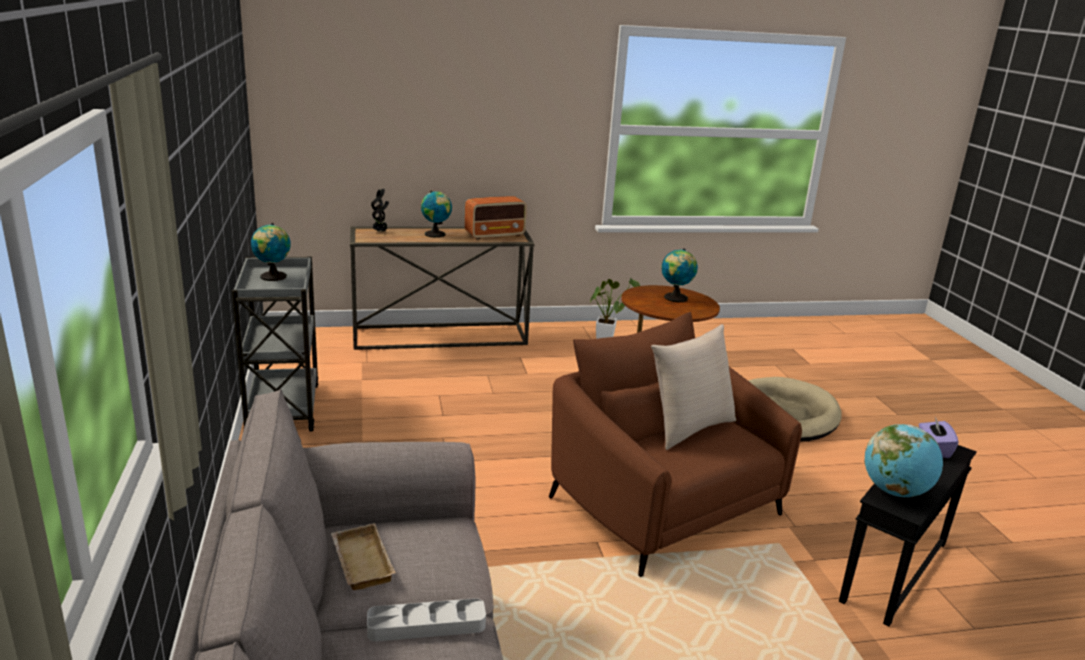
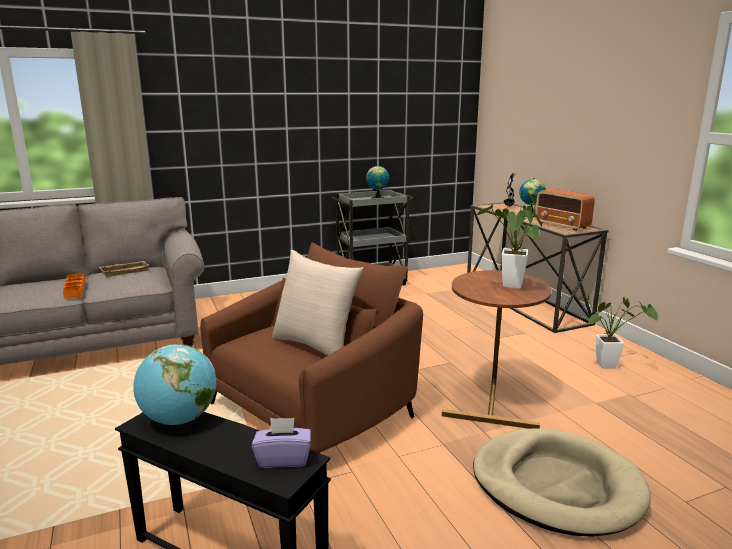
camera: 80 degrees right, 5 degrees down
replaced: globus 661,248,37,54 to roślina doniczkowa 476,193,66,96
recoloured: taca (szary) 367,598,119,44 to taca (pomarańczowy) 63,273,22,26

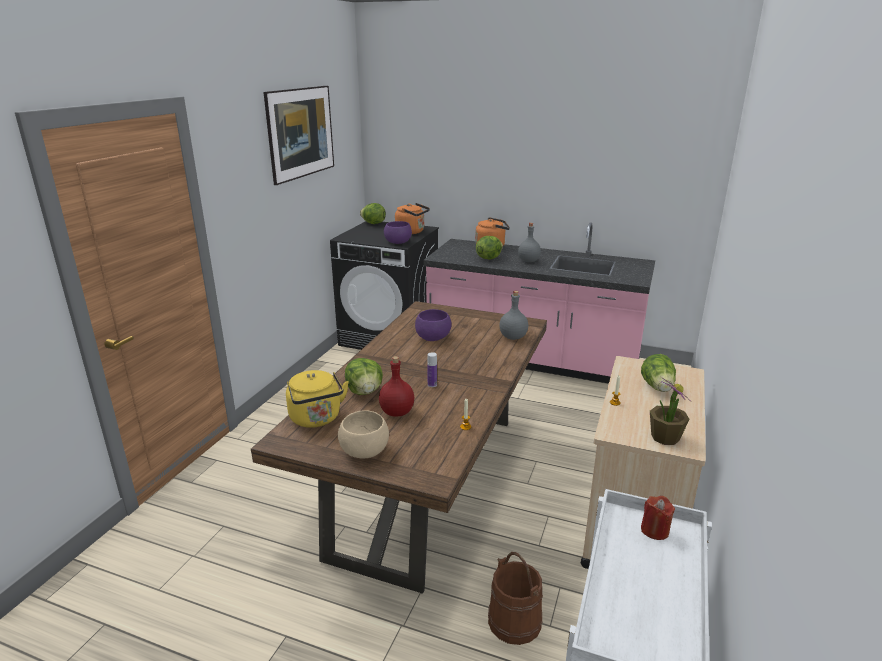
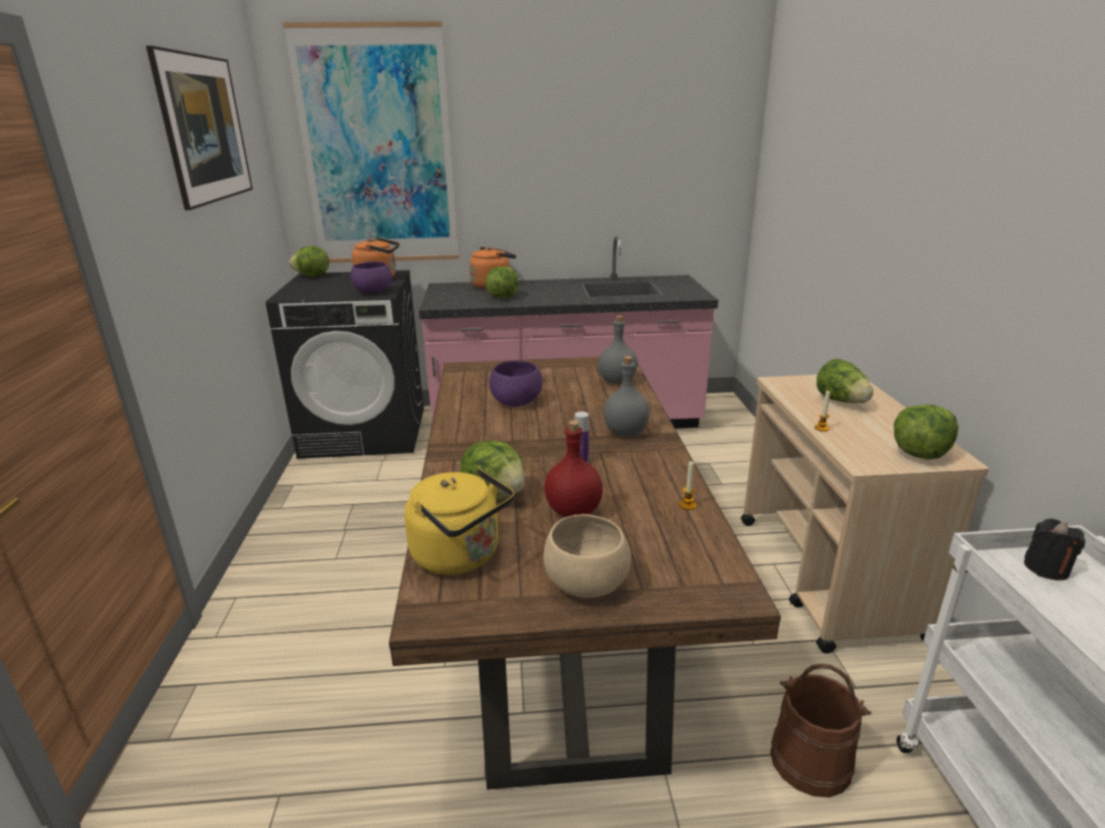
camera: 25 degrees left, 0 degrees up
added: obraz 283,21,176,242
moved: butelka (szary) 518,223,23,39 to 603,356,47,80
replaced: roślina doniczkowa 650,377,40,68 to sałata 894,404,65,56
recoloured: świeca (czerwony) 641,496,34,44 to świeca (czarny) 1024,518,61,62

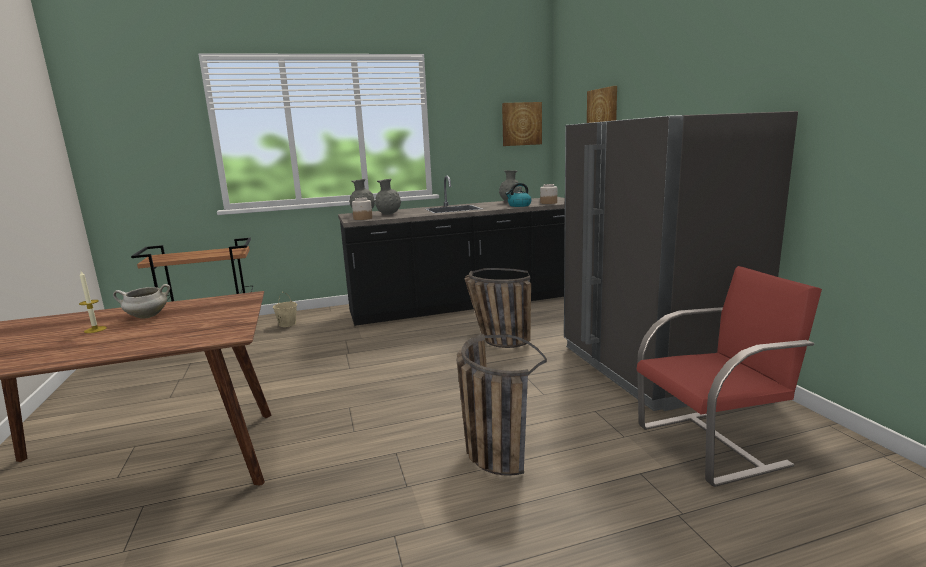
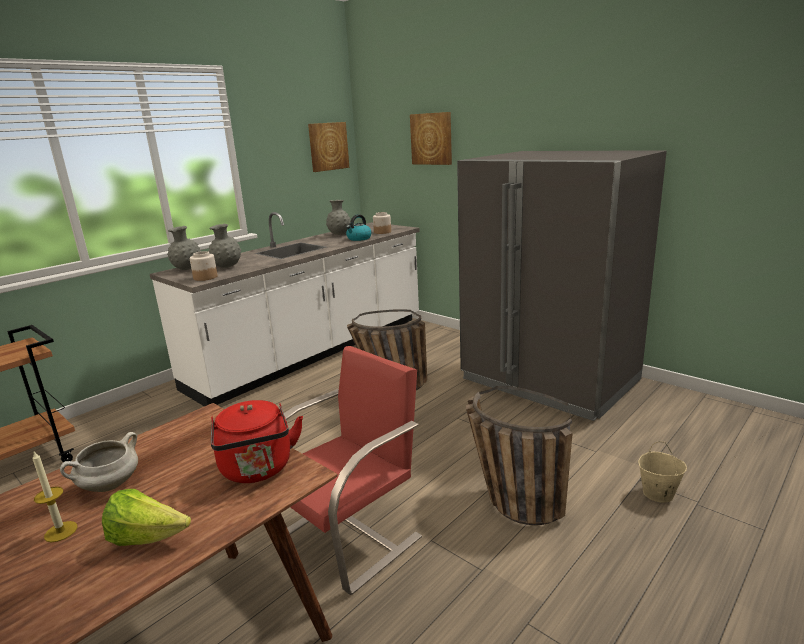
camera: 30 degrees left, 5 degrees up
added: sałata 102,489,89,57; czajnik (czerwony) 211,400,92,83
moved: wiadro (beżowy) 273,292,24,35 to 638,442,49,61; krzesło (czerwony) 637,266,185,221 to 284,346,138,249
recoloured: zabudowa kuchenna (czarny) 338,176,227,150 to zabudowa kuchenna (biały) 150,212,270,194

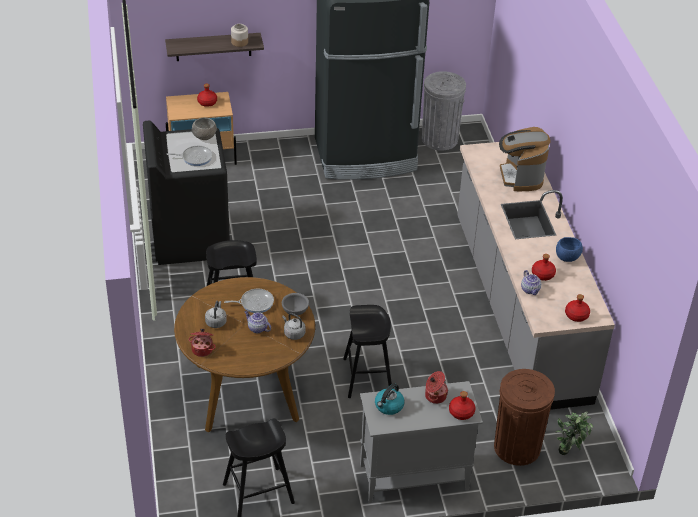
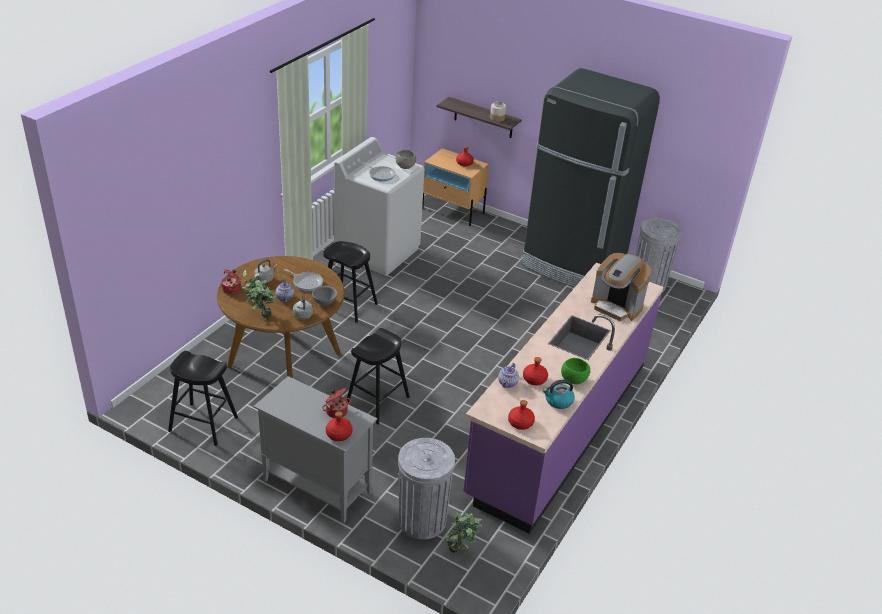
camera: 40 degrees right, 5 degrees down
added: roślina doniczkowa 242,270,34,48
moved: czajnik 375,383,29,32 to 543,379,32,30
recoloured: pralka (czarny) 143,121,87,144 to pralka (biały) 334,137,90,139; zabudowa kuchenna (szary) 457,142,158,268 to zabudowa kuchenna (fioletowy) 463,263,201,271; kosz na śmieci (brązowy) 494,369,61,97 to kosz na śmieci (szary) 397,438,58,101; miska (niebieski) 556,237,27,25 to miska (zielony) 561,358,29,26
turned: ekspres do kawy 499,127,51,64 = 591,253,60,68 90 degrees counterclockwise

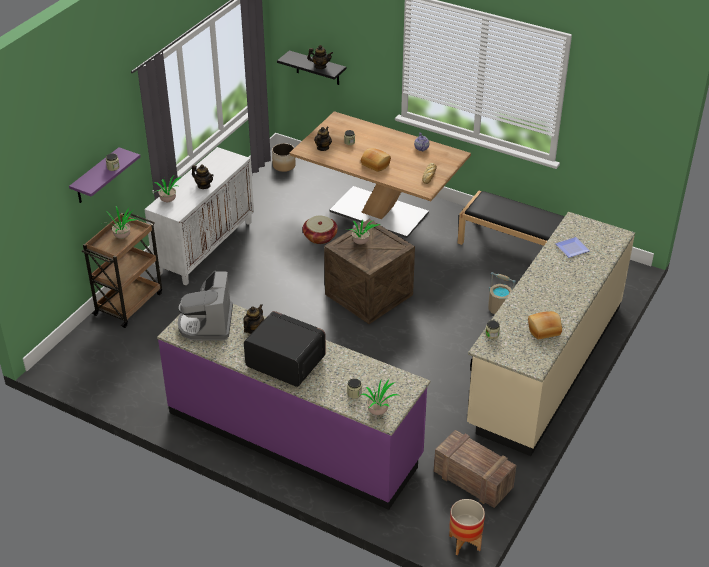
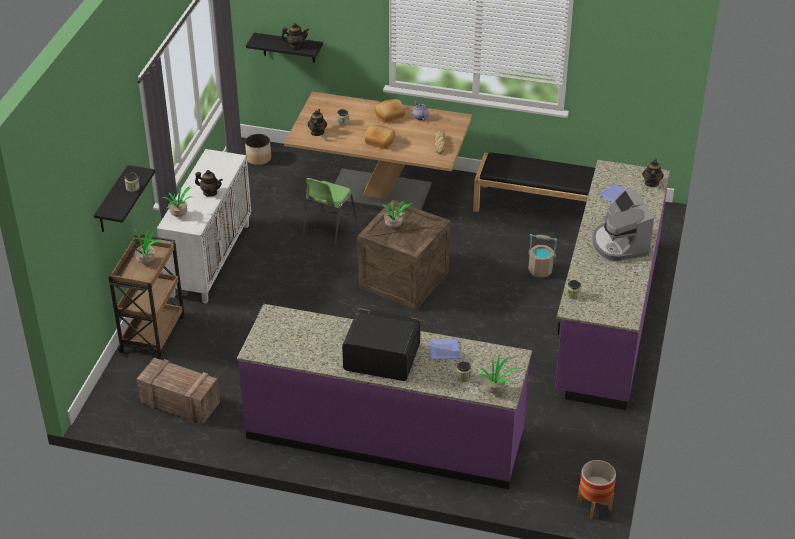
camera: 15 degrees left, 0 degrees up
added: talerz 429,338,31,22
moved: ekspres do kawy 178,271,55,70 to 593,190,61,71; imbryk 243,304,21,30 to 642,158,22,29; skrzynka 434,430,82,78 to 136,358,84,66; chleb 528,311,34,28 to 374,99,31,24
replaced: koszyk 303,216,35,28 to krzesło (zielony) 302,178,55,68
recoloured: półka (fioletowy) 69,147,72,56 to półka (czarny) 94,165,61,67; zabudowa kuchenna (beżowy) 467,212,168,244 to zabudowa kuchenna (fioletowy) 555,160,115,250

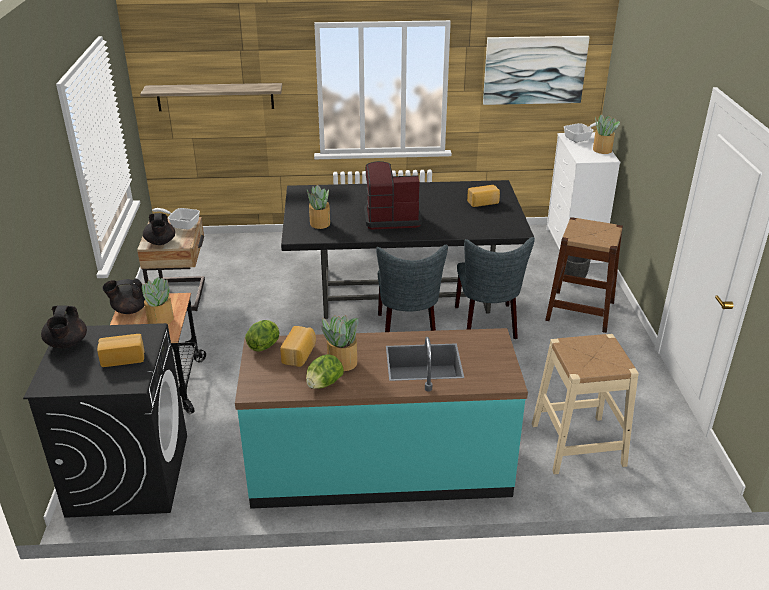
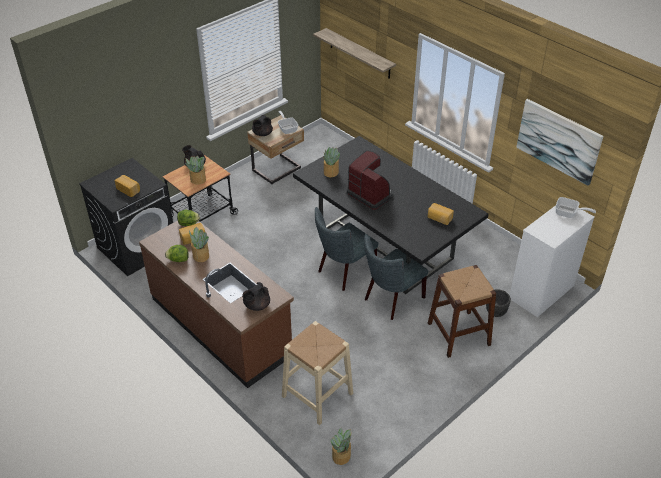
camera: 50 degrees right, 10 degrees up
moved: imbryk (czarny) 41,306,46,43 to 242,282,28,29; roślina doniczkowa 593,114,27,40 to 331,427,20,38
recoloured: zabudowa kuchenna (turkusowy) 235,328,293,181 to zabudowa kuchenna (brązowy) 139,221,155,167

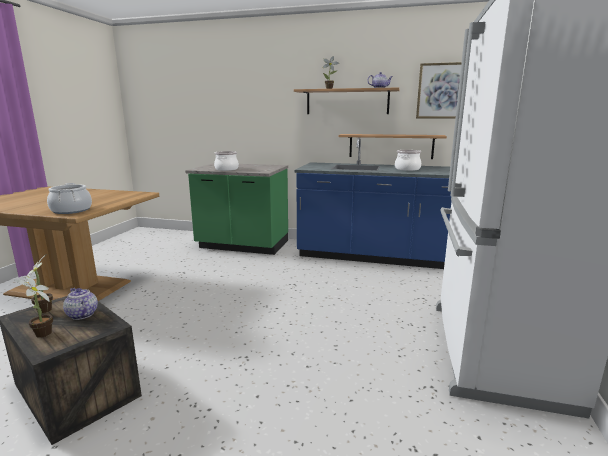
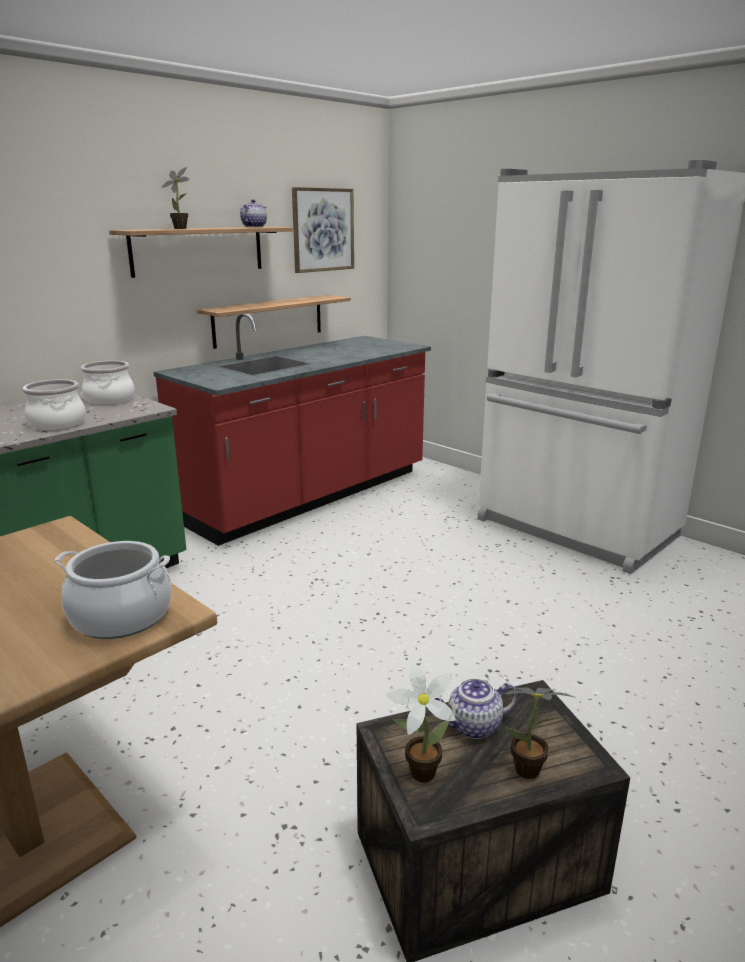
camera: 60 degrees left, 5 degrees up
moved: garnek 395,150,26,21 to 81,361,54,44
recoloured: zabudowa kuchenna (niebieski) 295,137,159,132 to zabudowa kuchenna (czerwony) 154,313,277,233

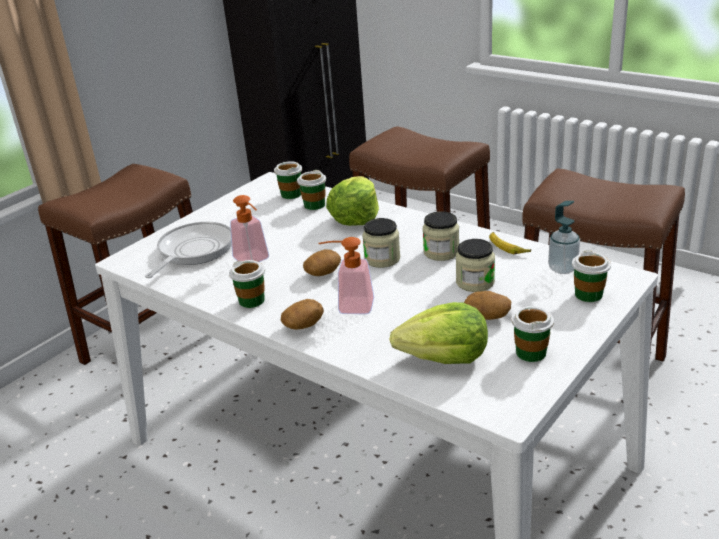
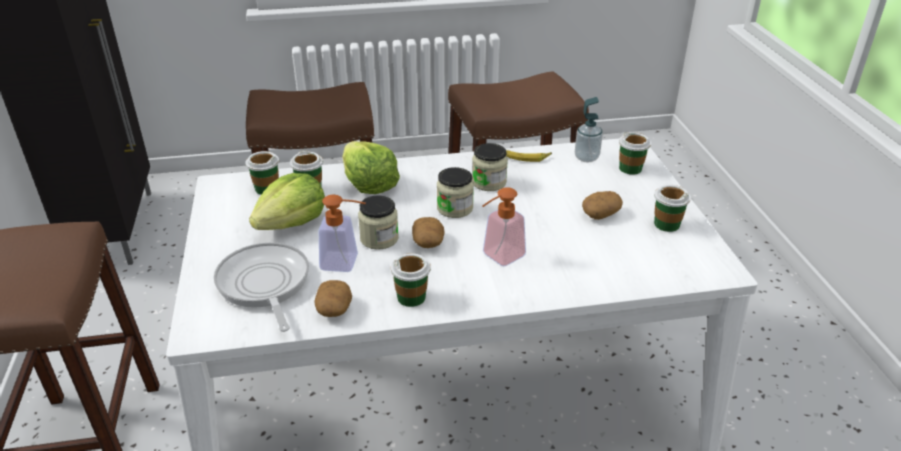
camera: 50 degrees left, 5 degrees up
moved: ziemniak 281,299,43,30 to 314,280,38,37; sałata 389,302,99,62 to 249,173,76,57; słoik 456,239,39,53 to 358,195,41,55

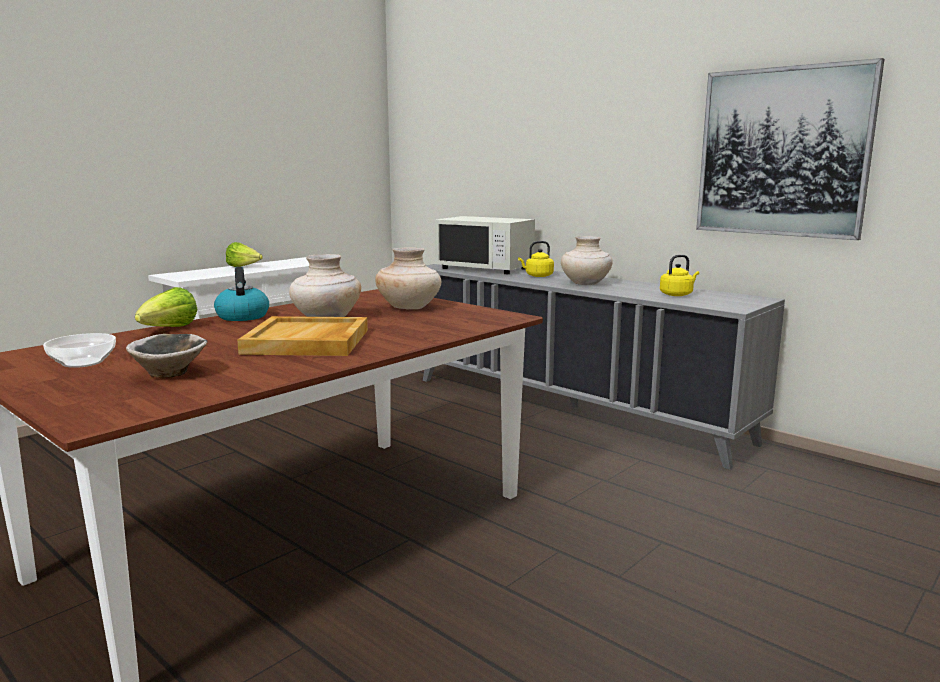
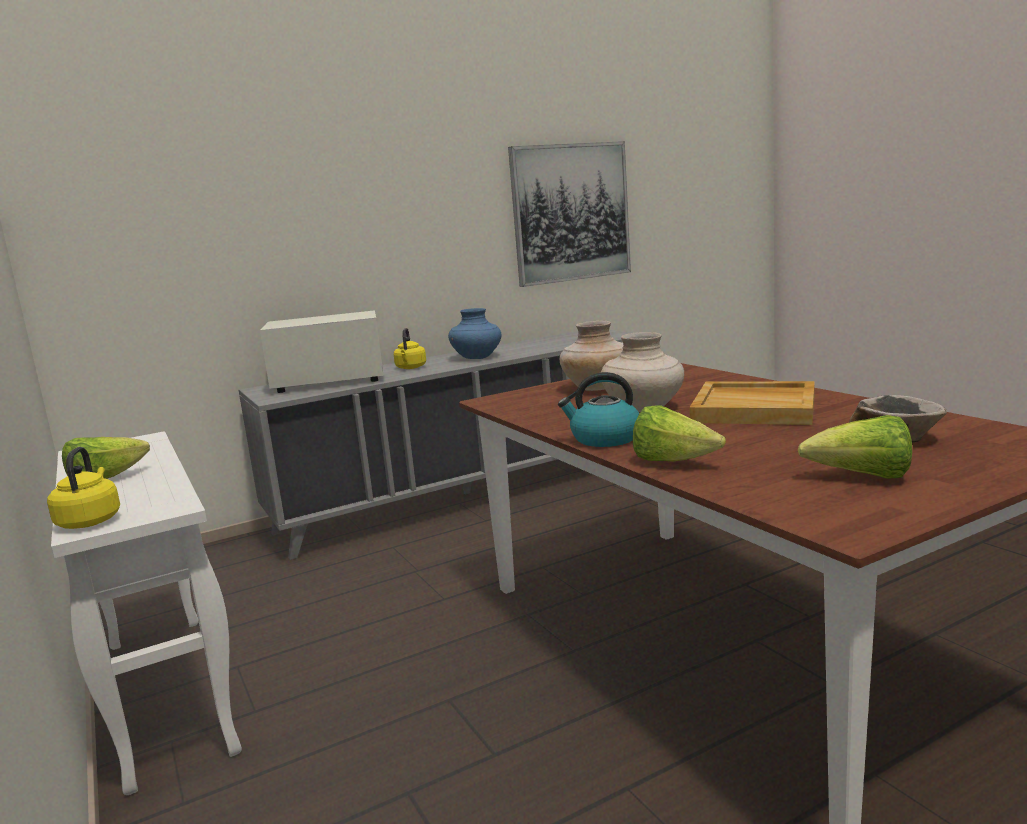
camera: 70 degrees left, 0 degrees up
moved: czajnik (żółty) 660,255,39,41 to 47,447,73,82
replaced: miska 43,333,73,35 to sałata 798,415,114,64
recoloured: wazon (beżowy) 561,236,52,49 to wazon (niebieski) 448,308,53,51
turned: mikrofalówka (biały) 434,216,101,58 = 260,310,124,83 150 degrees counterclockwise

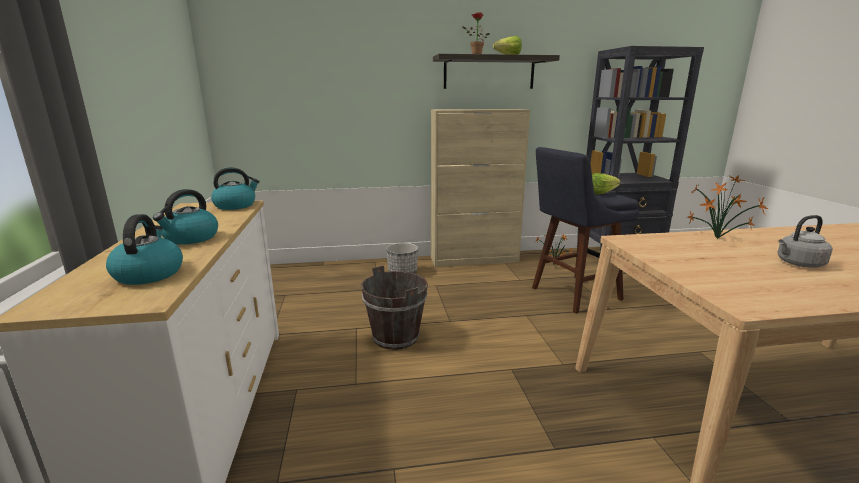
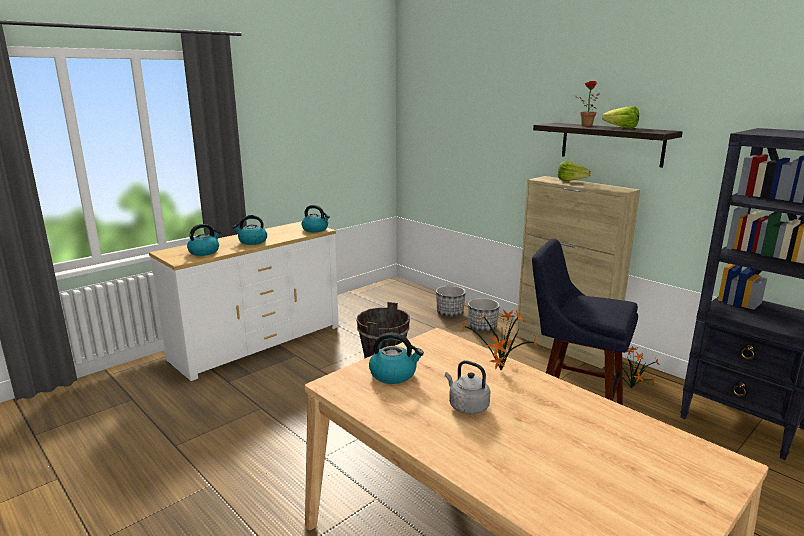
camera: 55 degrees right, 0 degrees up
added: czajnik 369,333,55,51; donica 436,286,30,31
moved: sałata 592,173,29,21 to 558,161,33,20

